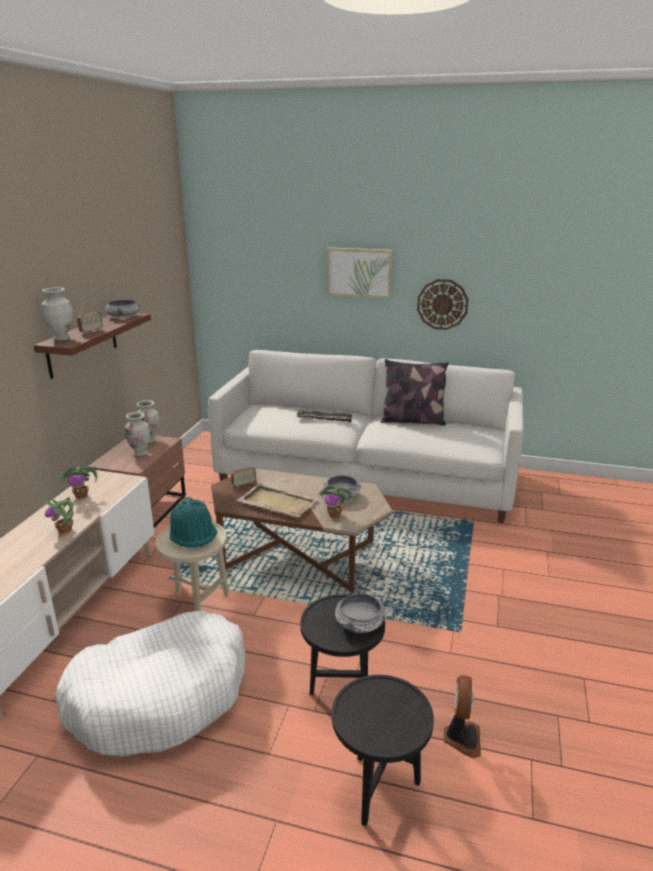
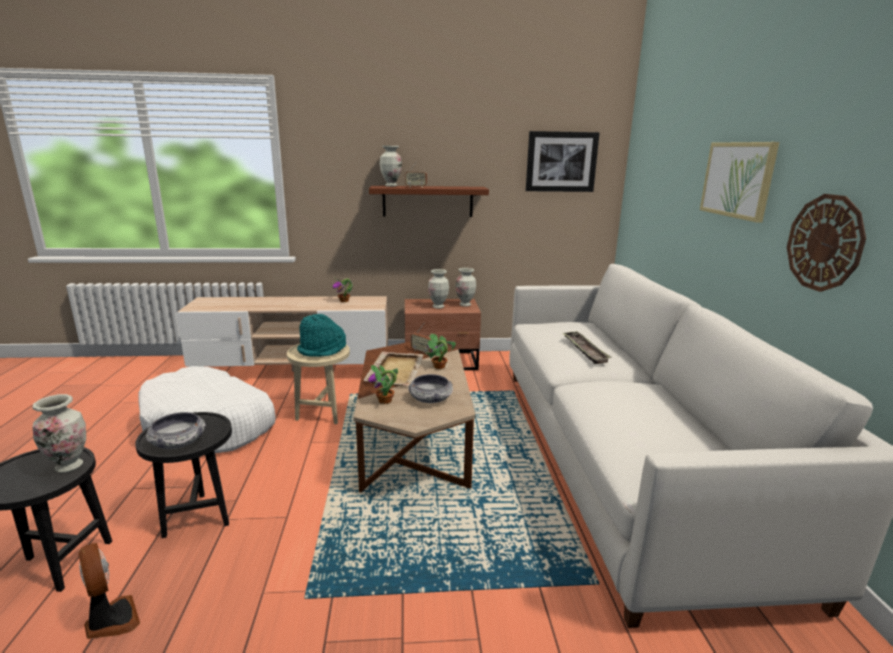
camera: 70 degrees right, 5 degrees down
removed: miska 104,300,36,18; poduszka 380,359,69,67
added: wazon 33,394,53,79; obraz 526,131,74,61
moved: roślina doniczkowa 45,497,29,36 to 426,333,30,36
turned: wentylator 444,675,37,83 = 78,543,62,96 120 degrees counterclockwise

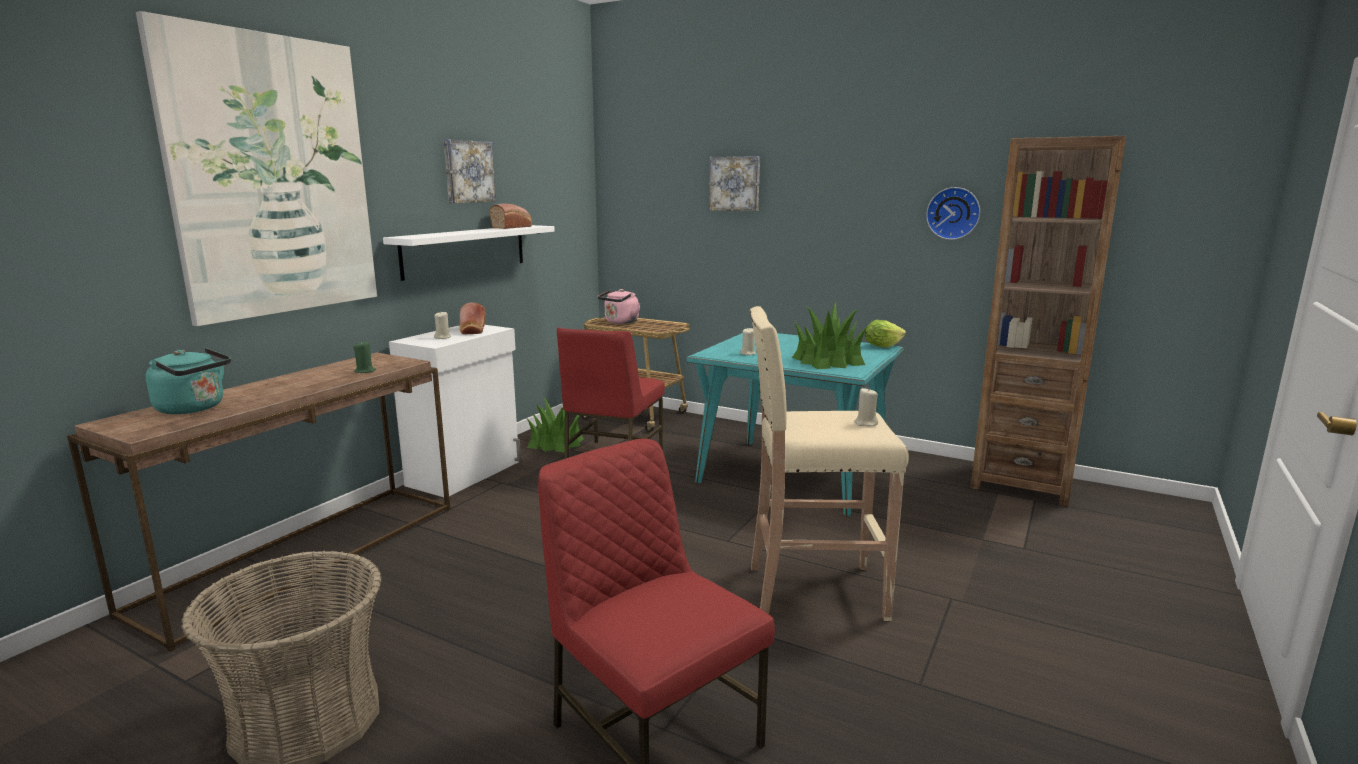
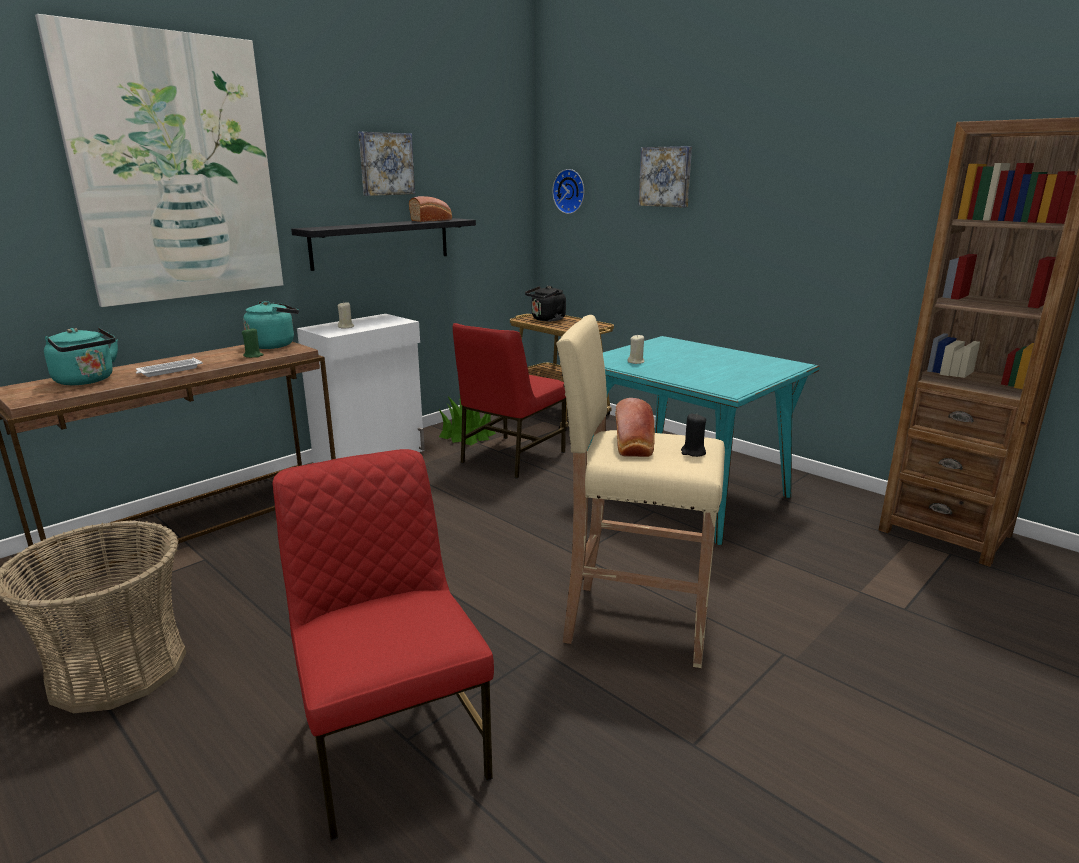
camera: 15 degrees right, 5 degrees up
removed: roślina doniczkowa 792,302,76,67; sałata 865,320,41,28
added: taca (biały) 136,358,67,19; czajnik (turkusowy) 243,301,56,48
moved: chleb 460,302,25,33 to 615,398,40,59; zegar ścienny 926,187,54,53 to 552,169,32,45
recoloured: półka (biały) 383,225,172,56 to półka (czarny) 291,218,185,53; czajnik (różowy) 598,289,43,35 to czajnik (czarny) 525,286,41,35; świeca (beżowy) 854,388,24,38 to świeca (czarny) 681,413,25,44

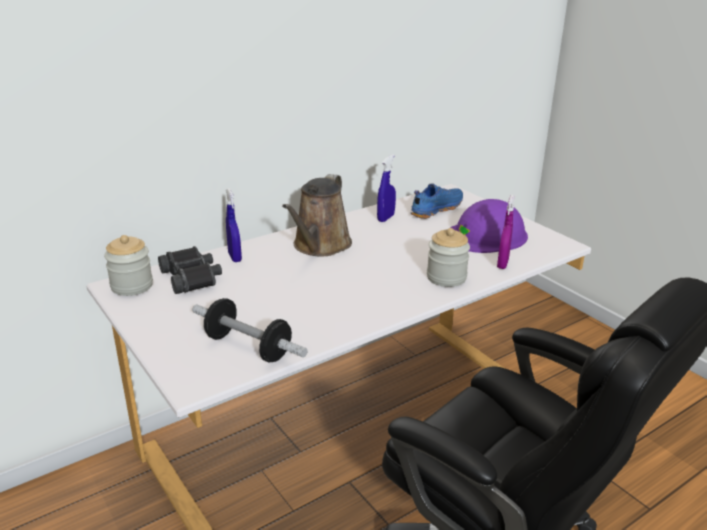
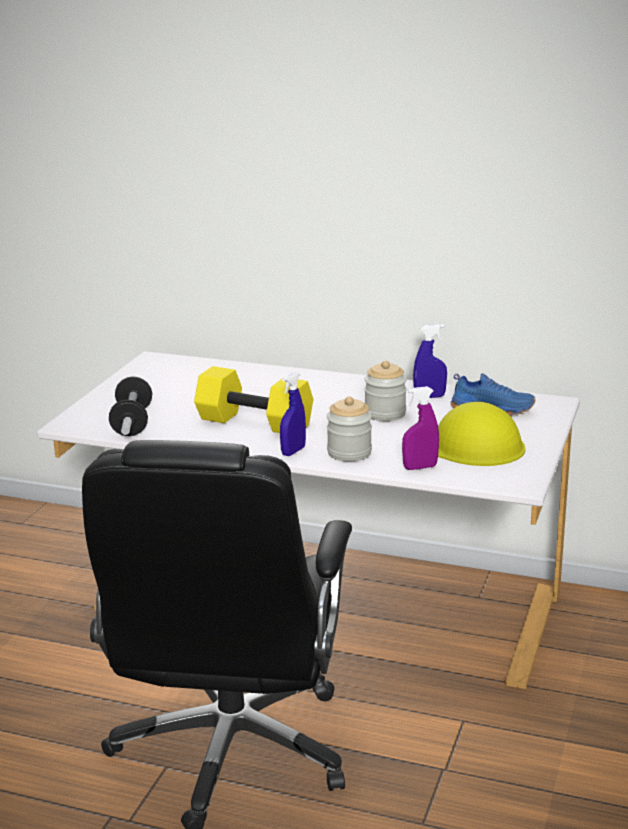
camera: 55 degrees right, 5 degrees down
removed: lornetka (czarny) 158,246,64,48; konewka (brązowy) 282,174,70,82
added: hantel (żółty) 194,366,119,67
moved: słoik 104,235,49,61 to 364,361,43,60; spryskiwacz (niebieski) 226,188,16,74 to 280,372,26,84
recoloured: kask (fioletowy) 450,199,78,54 to kask (żółty) 438,402,88,64

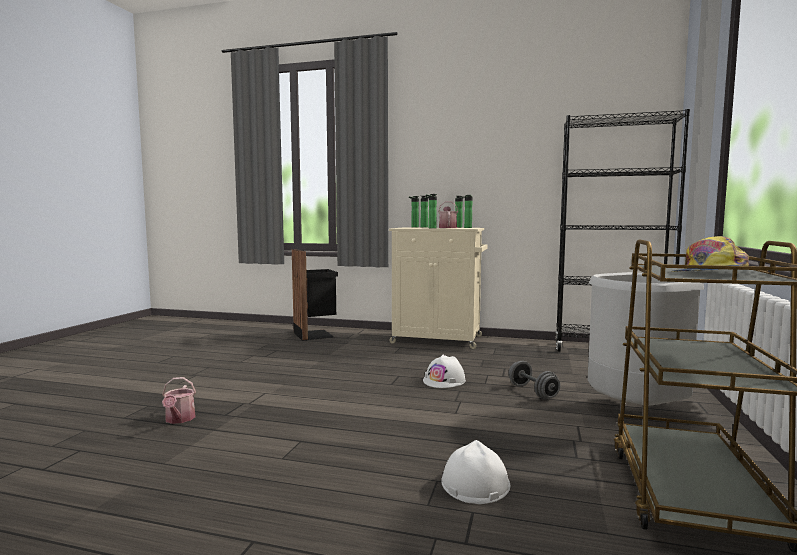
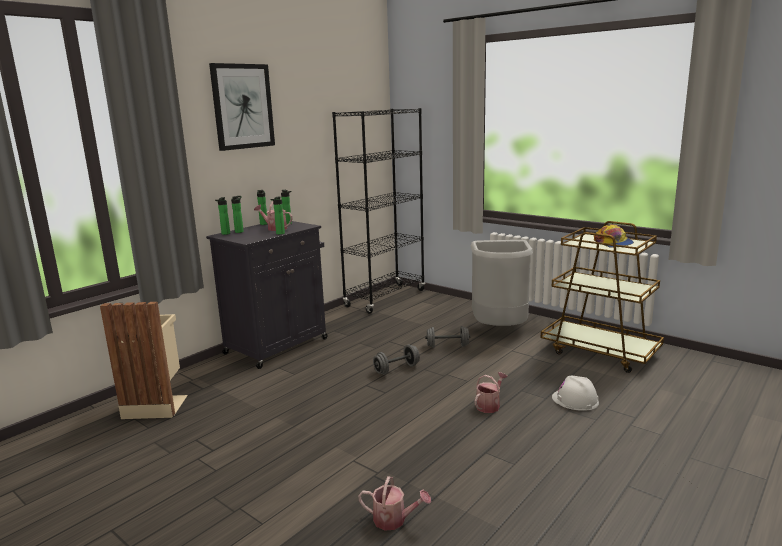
camera: 65 degrees left, 10 degrees up
added: obraz 209,63,66,88; konewka 475,372,32,41
replaced: kask (biały) 423,355,43,33 to hantel (szary) 373,344,47,31
recoloured: kosz na śmieci (czarny) 292,249,46,92 to kosz na śmieci (beżowy) 100,302,88,117; szafka (beżowy) 389,227,98,122 to szafka (czarny) 206,221,121,148

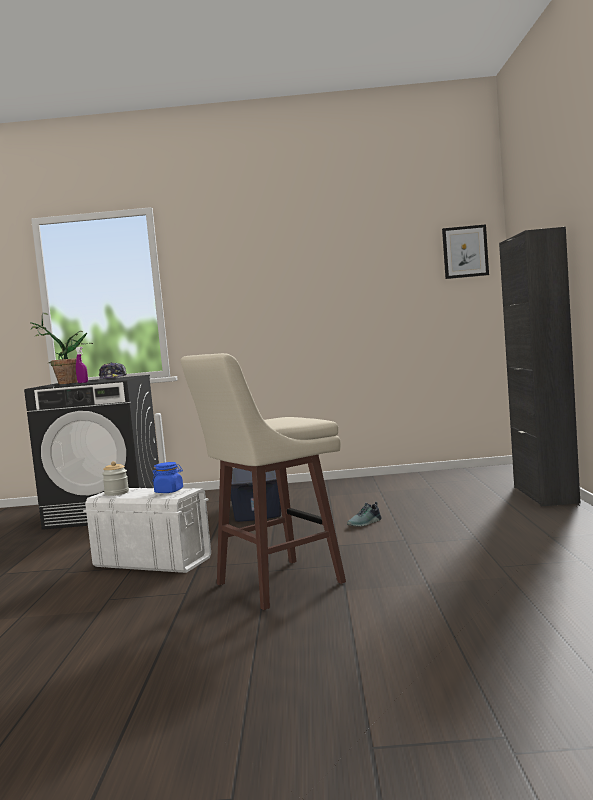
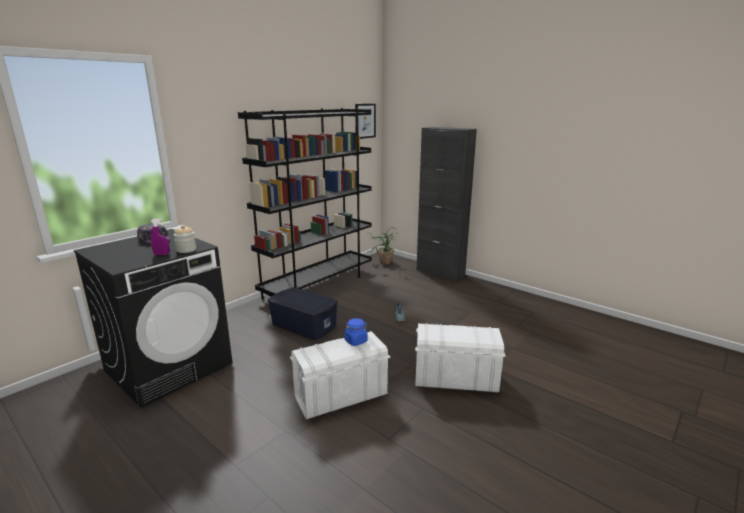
camera: 50 degrees left, 15 degrees up
added: regał (czarny) 238,108,133,192
moved: roślina doniczkowa 30,312,63,72 to 367,227,31,37; słoik 102,461,27,35 to 174,225,22,28
replaced: stołek (beżowy) 181,353,165,257 to pojemnik do przechowywania (biały) 415,323,91,69

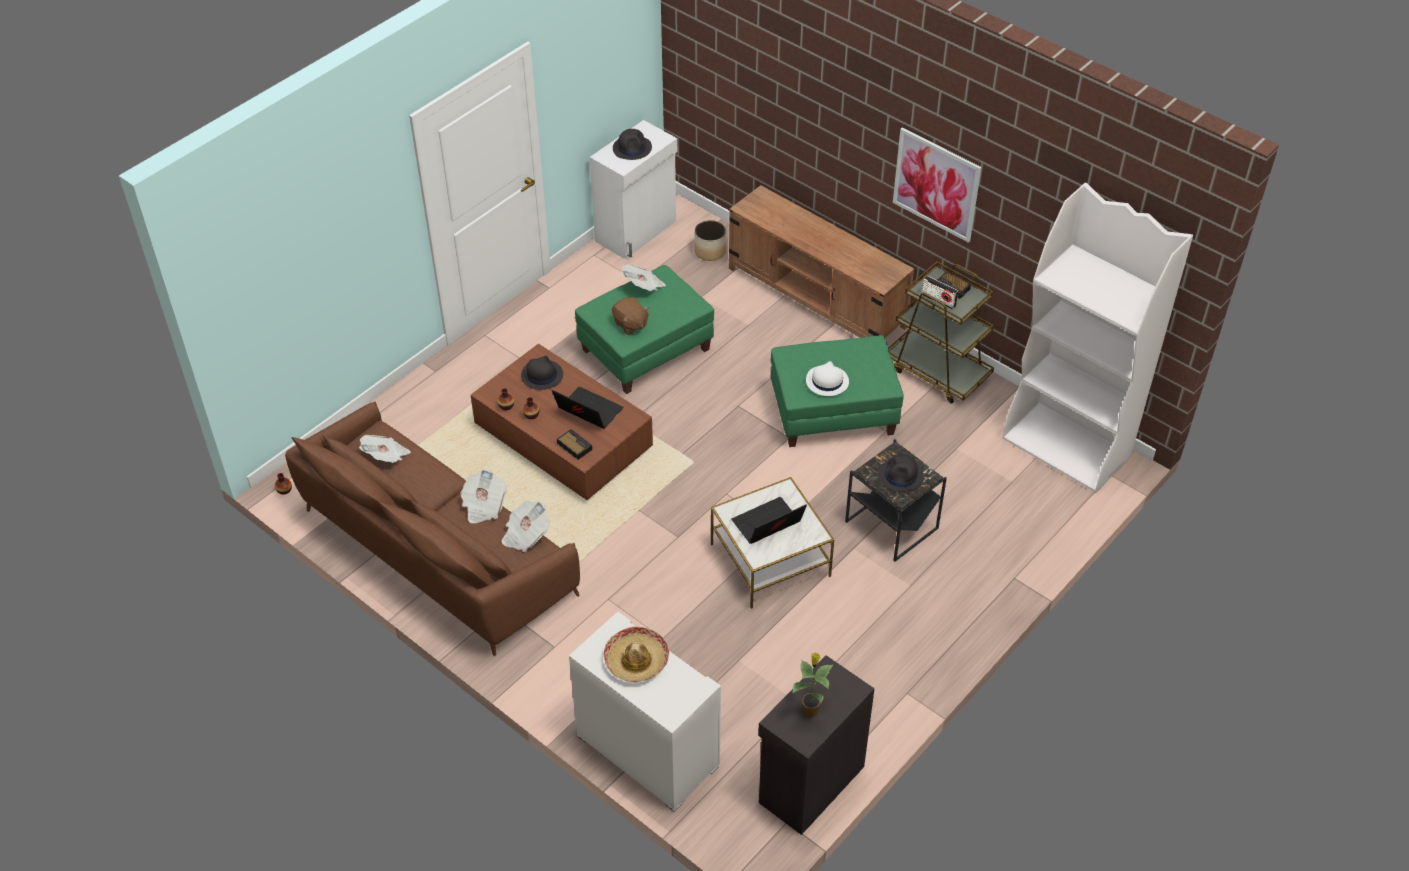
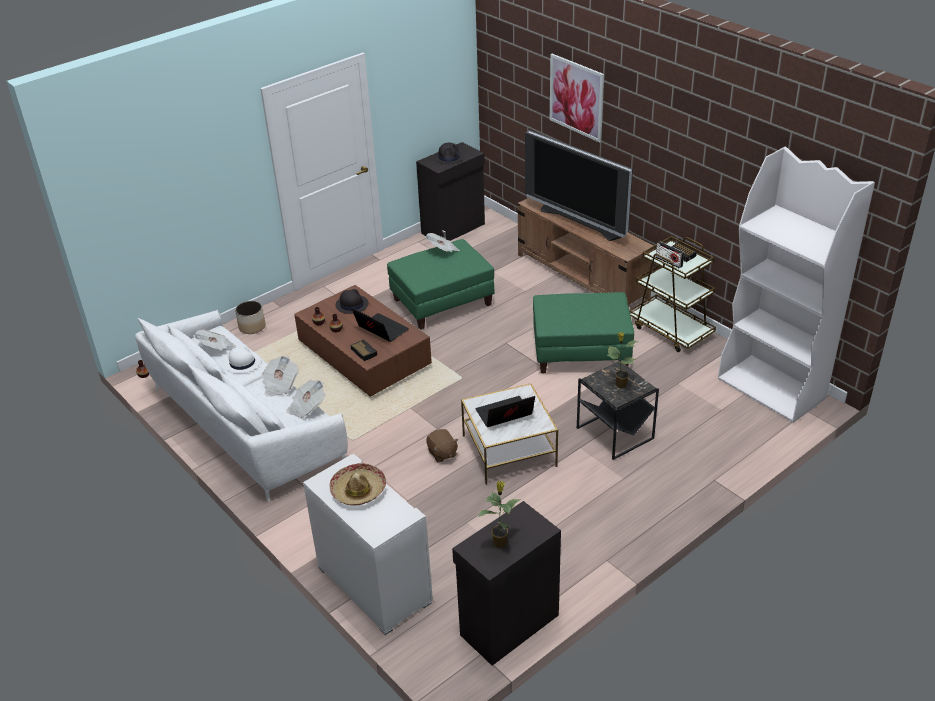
camera: 10 degrees right, 10 degrees down
added: telewizor 525,130,108,111
moved: pluszak (brązowy) 612,297,37,38 to 426,429,33,34; donica 694,220,32,41 to 235,301,31,33; kapelusz (biały) 806,361,43,35 to 224,346,37,27; obraz 893,128,88,115 to 550,54,54,89
replaced: kapelusz (czarny) 878,454,46,38 to roślina doniczkowa 607,332,31,56
recoloured: kanapa (brązowy) 285,401,295,255 to kanapa (biały) 135,310,213,192; szafka (biały) 590,120,87,139 to szafka (czarny) 416,142,69,99

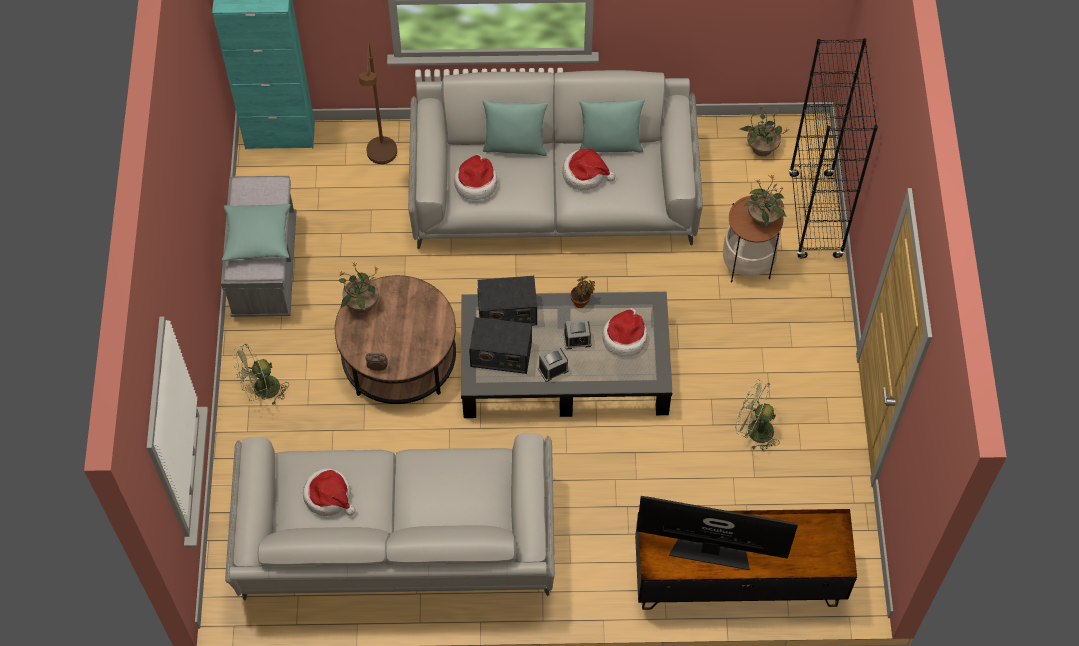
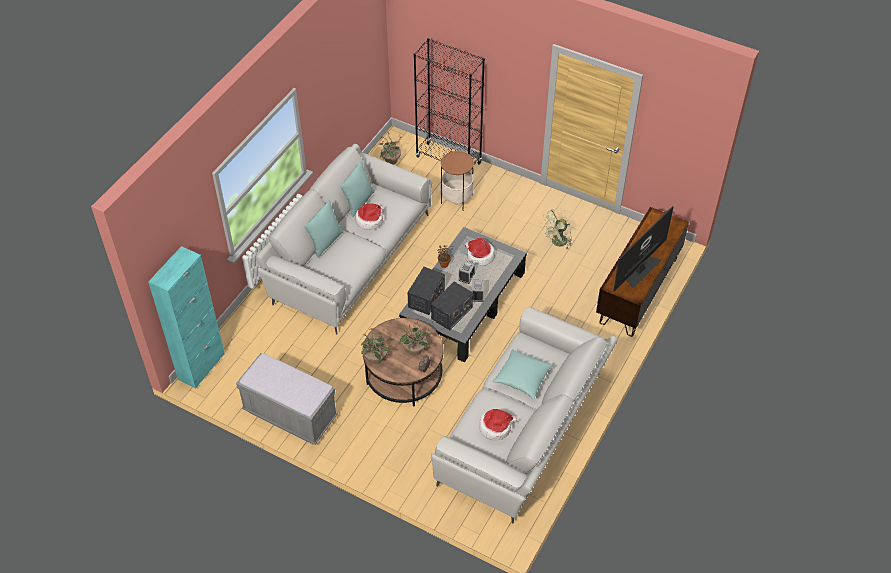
camera: 60 degrees left, 10 degrees down
removed: wentylator (zielony) 232,344,57,62; lampa stojąca (brązowy) 359,41,38,123; kapelusz 454,154,44,46
moved: poduszka (turkusowy) 222,204,69,57 to 493,349,60,50; roślina doniczkowa 744,175,43,52 to 400,322,31,34

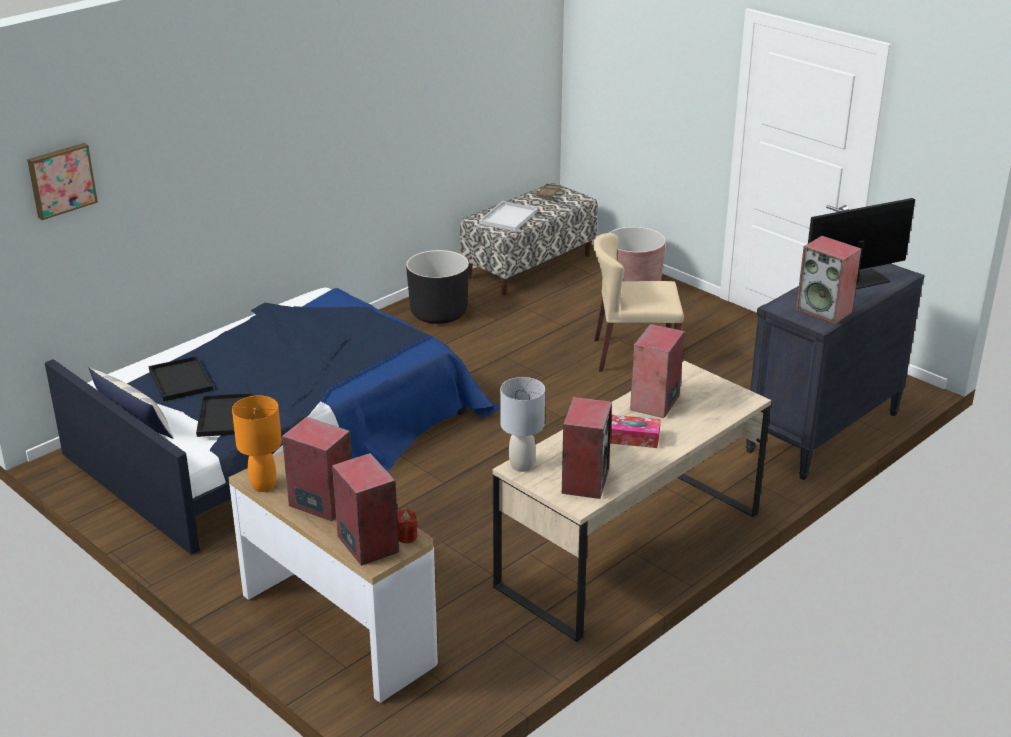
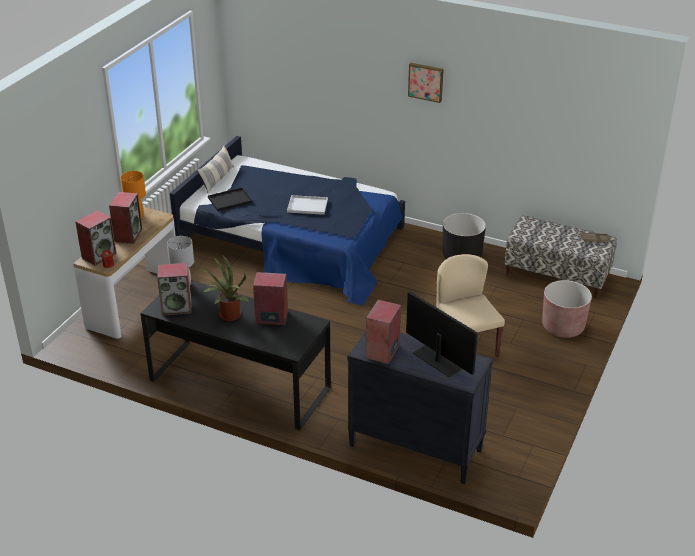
camera: 70 degrees right, 5 degrees up
removed: taca (czarny) 148,356,65,45
moved: obraz 27,143,71,77 to 408,63,36,40; taca (biały) 479,201,59,30 to 287,195,41,20
replaced: pudełko chusteczek 610,415,51,33 to roślina doniczkowa 203,256,46,65
recoloured: biurko (beżowy) 493,361,278,281 to biurko (czarny) 140,281,191,149

